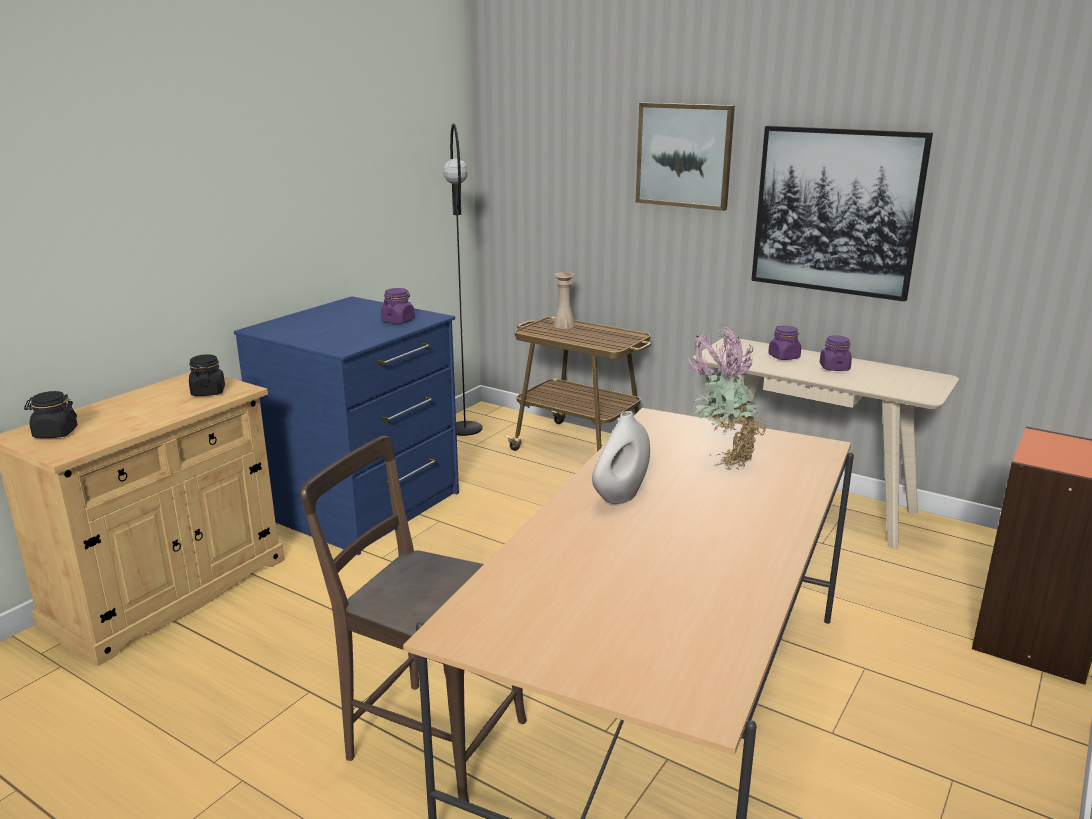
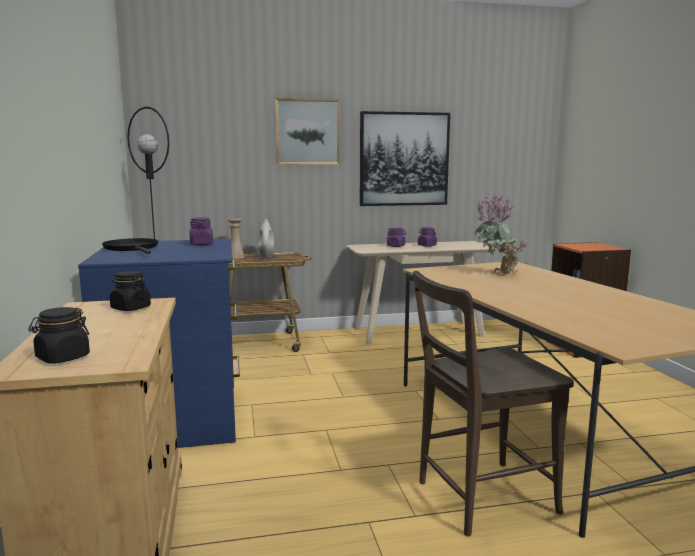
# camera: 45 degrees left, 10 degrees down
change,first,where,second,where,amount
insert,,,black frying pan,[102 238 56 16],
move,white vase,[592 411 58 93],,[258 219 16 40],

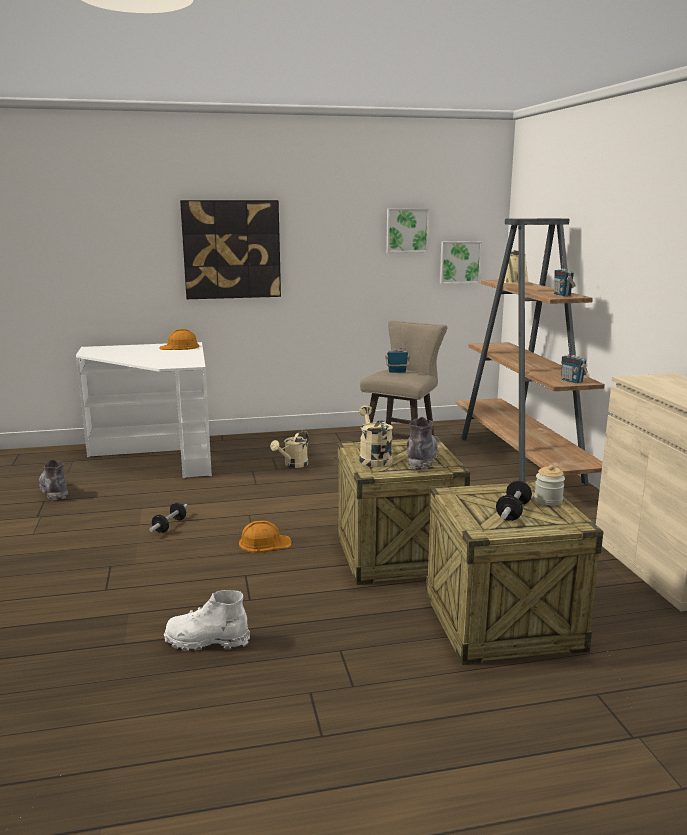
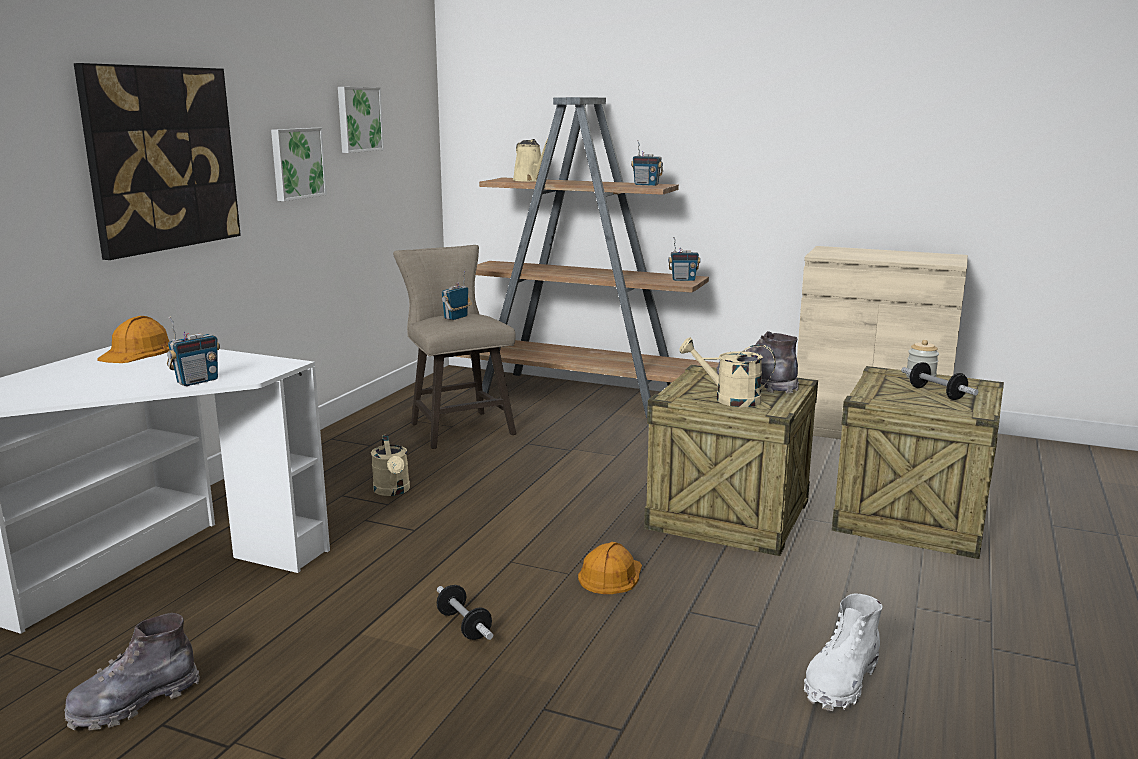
# camera: 55 degrees left, 0 degrees up
change,first,where,second,where,amount
insert,,,radio,[167 317 53 69],
move,picture,[440 241 42 43],,[271 128 56 73],
rotate,grey boot,[39 459 29 42],,[64 613 136 118],45 degrees counterclockwise

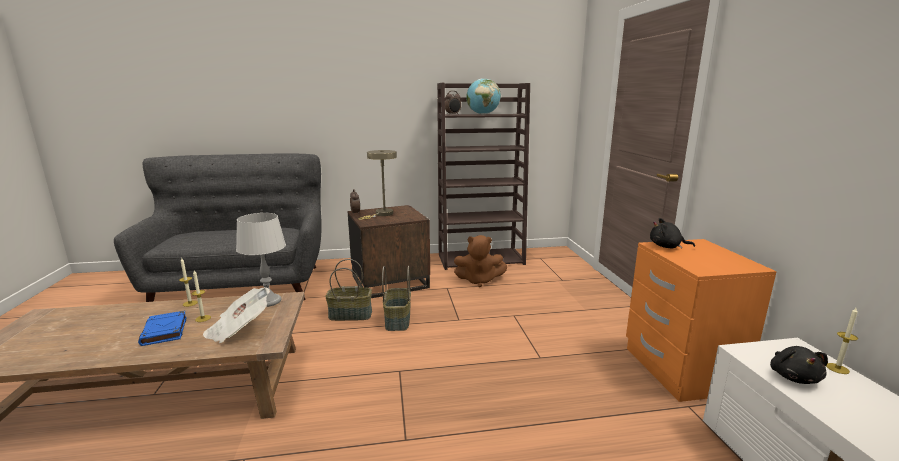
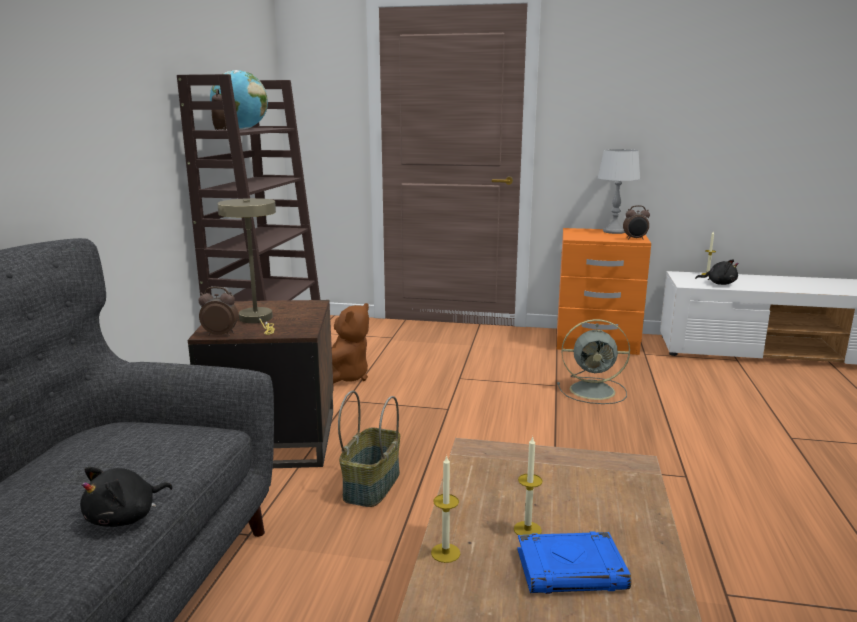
# camera: 70 degrees left, 0 degrees up
change,first,where,second,where,amount
delete,newspaper,[203 287 67 56],,,
delete,basket,[382 266 29 65],,,
insert,,,grey fan,[557 319 73 85],
insert,,,alarm clock,[623 205 27 35],
move,grey table lamp,[236 213 50 94],,[597 149 43 85],
move,black plush toy,[650 218 45 31],,[80 467 93 60],

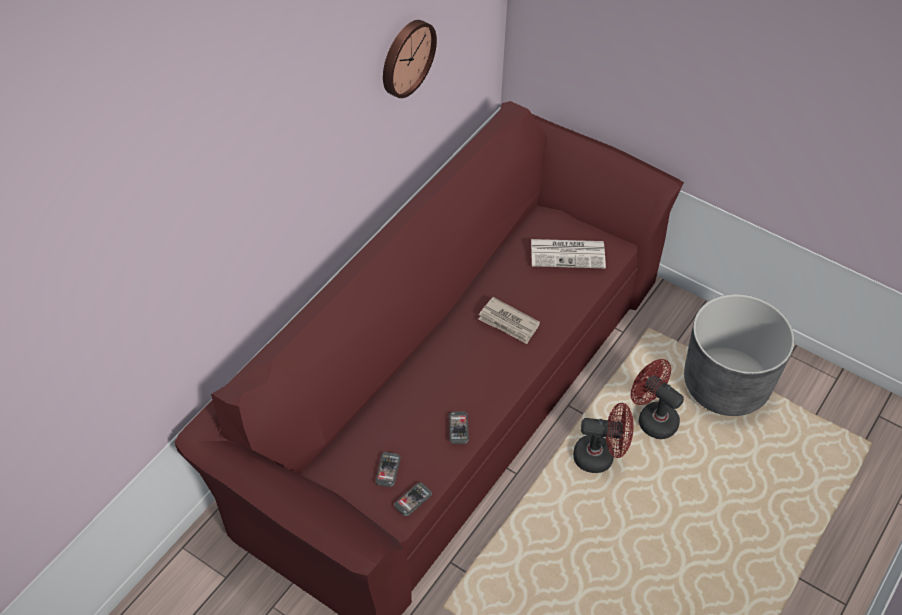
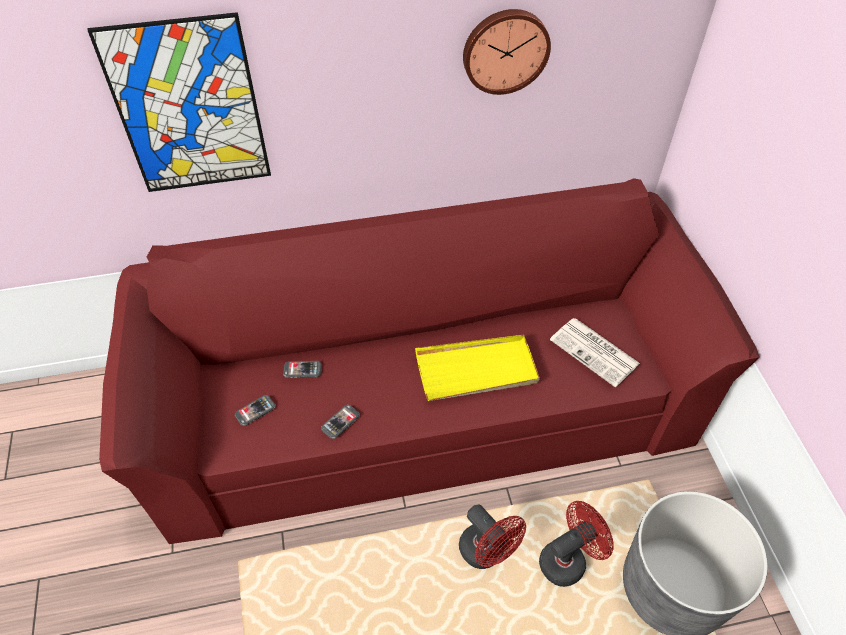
# camera: 45 degrees right, 0 degrees up
change,first,where,second,where,amount
insert,,,picture,[88 12 183 180],
move,phone,[394 483 38 33],,[283 361 39 17],
replace,newspaper,[478 297 62 47],yellow tray,[415 335 125 66],
rotate,red fan,[631 359 53 80],,[539 501 75 86],60 degrees clockwise

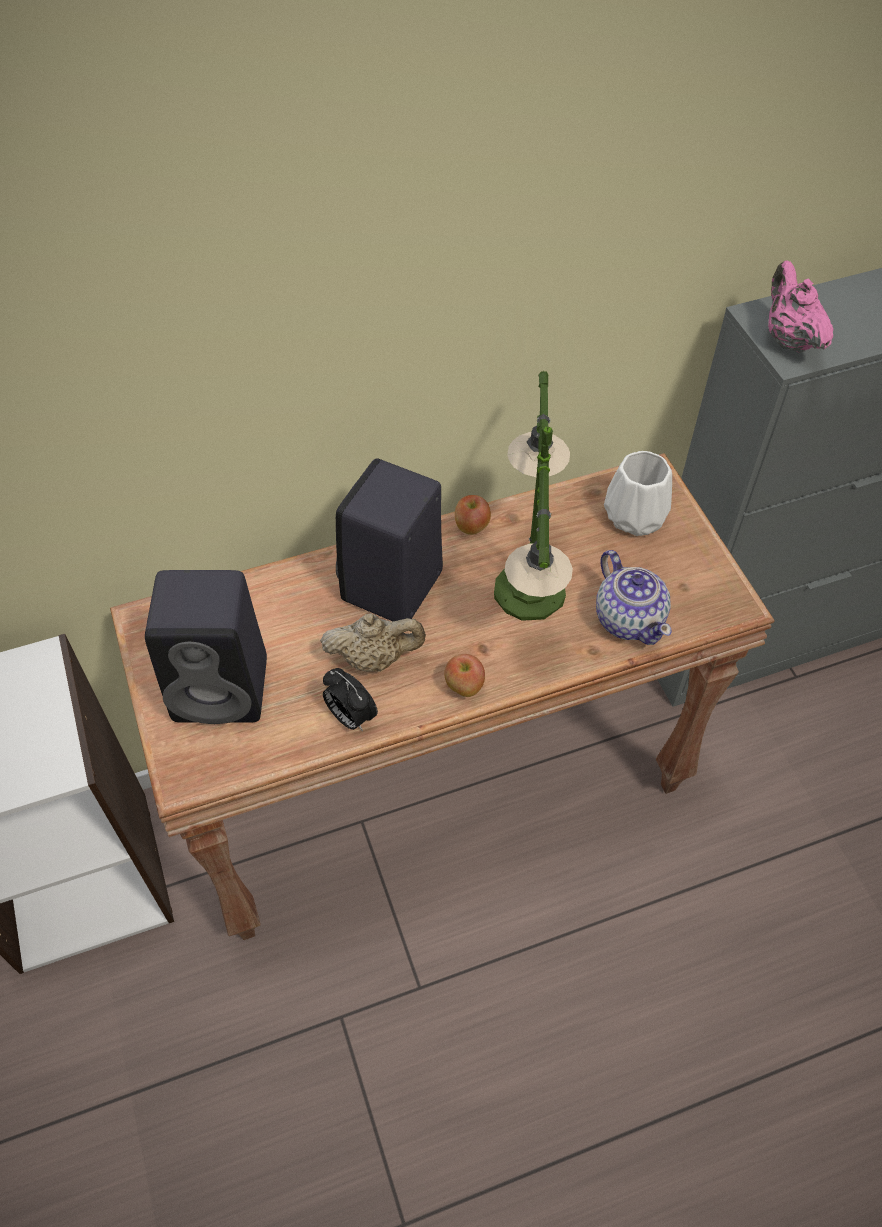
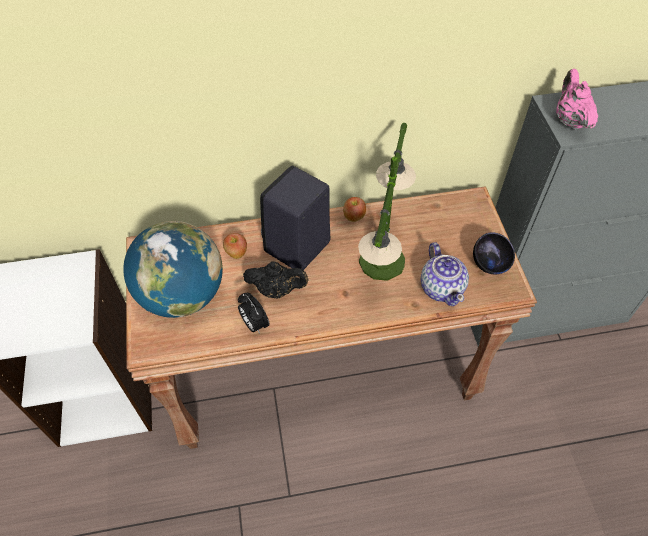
# camera: 10 degrees right, 0 degrees up
change,first,where,second,where,amount
delete,white vase,[604 451 68 85],,,
insert,,,black bowl,[473 232 42 42],
move,apple,[444 654 41 43],,[223 233 24 26],
replace,black speaker,[145 570 122 154],globe,[123 221 100 97],
recolor,beige teapot,[320 613 106 59],black teapot,[243 261 66 38],

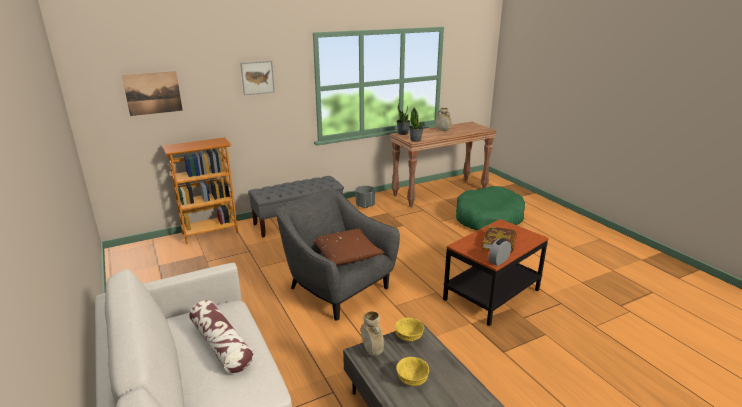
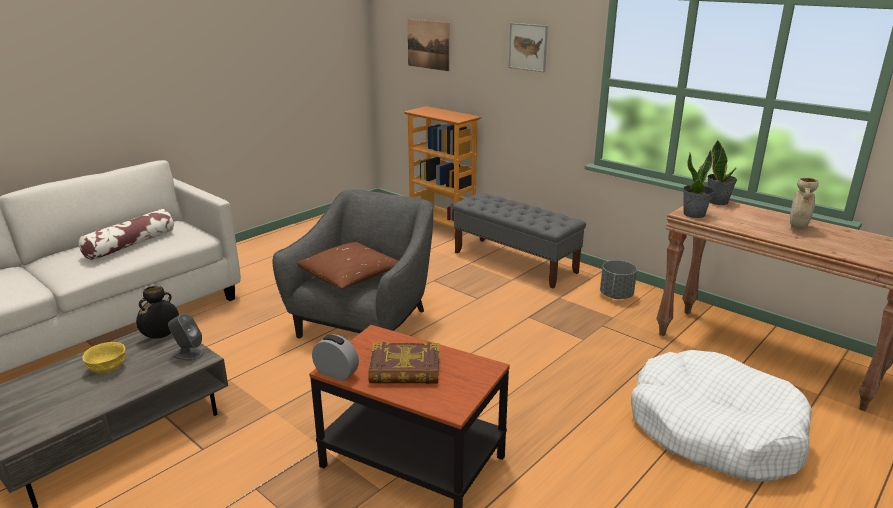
# camera: 70 degrees right, 0 degrees up
change,first,where,second,where,amount
replace,yellow bowl,[395 318 29 24],grey speaker,[168 313 36 48],
recolor,beige vase,[361 311 23 45],black vase,[136 286 43 53],
recolor,green dog bed,[456 186 69 44],white dog bed,[631 350 181 133],

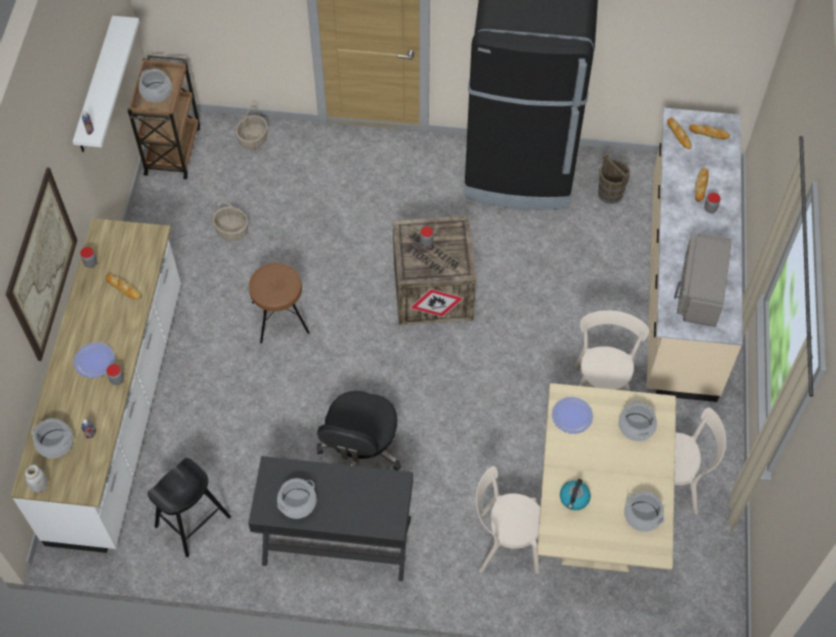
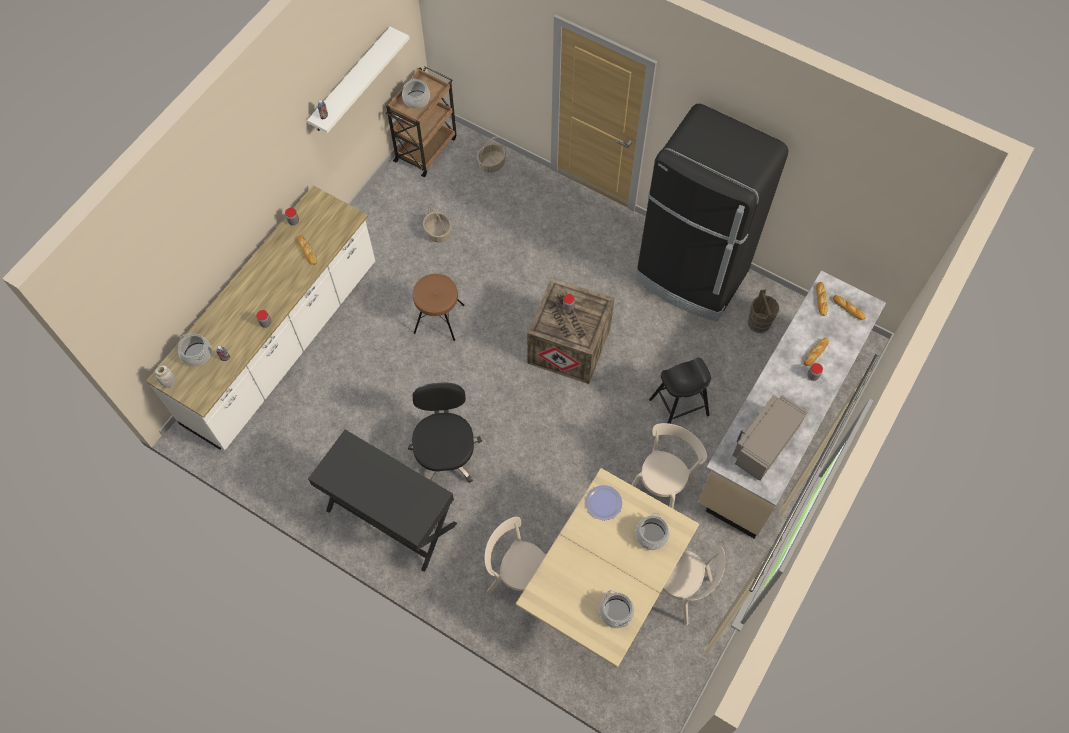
# camera: 25 degrees right, 5 degrees up
change,first,where,second,where,amount
delete,picture,[6 167 72 194],,,
delete,plate,[74 342 41 36],,,
delete,cooking pot,[277 478 39 41],,,
delete,kettle,[560 479 31 31],,,
move,black stool,[147 458 84 99],,[649 358 62 66],
rotate,black office chair,[317 391 84 80],,[408 383 74 100],135 degrees clockwise

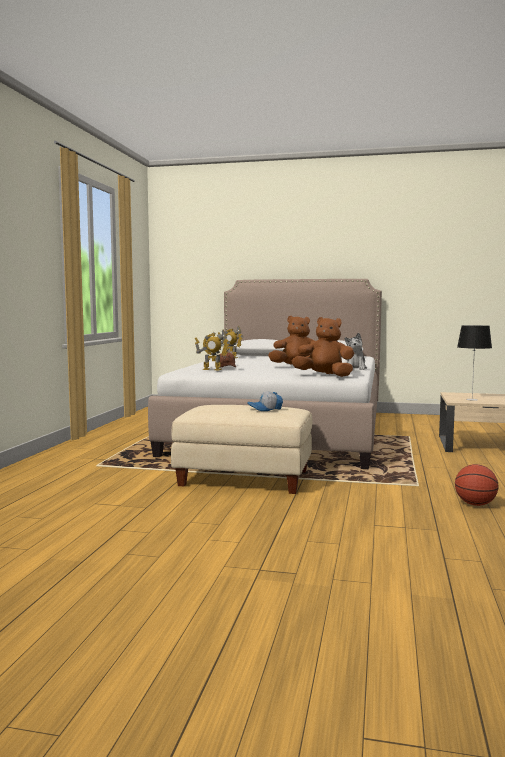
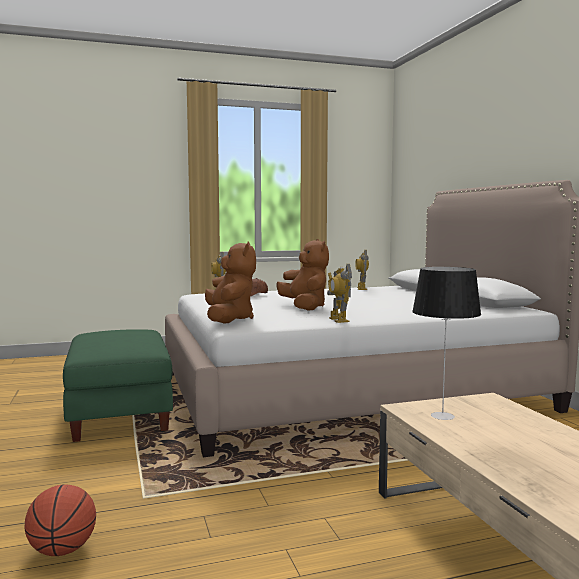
# camera: 60 degrees right, 0 degrees up
change,first,where,second,where,amount
delete,cap,[247 391 36 20],,,
replace,plush toy,[345 333 22 37],toy robot,[327 264 25 59],
recolor,beige ottoman,[171 405 141 89],green ottoman,[63 329 110 113],

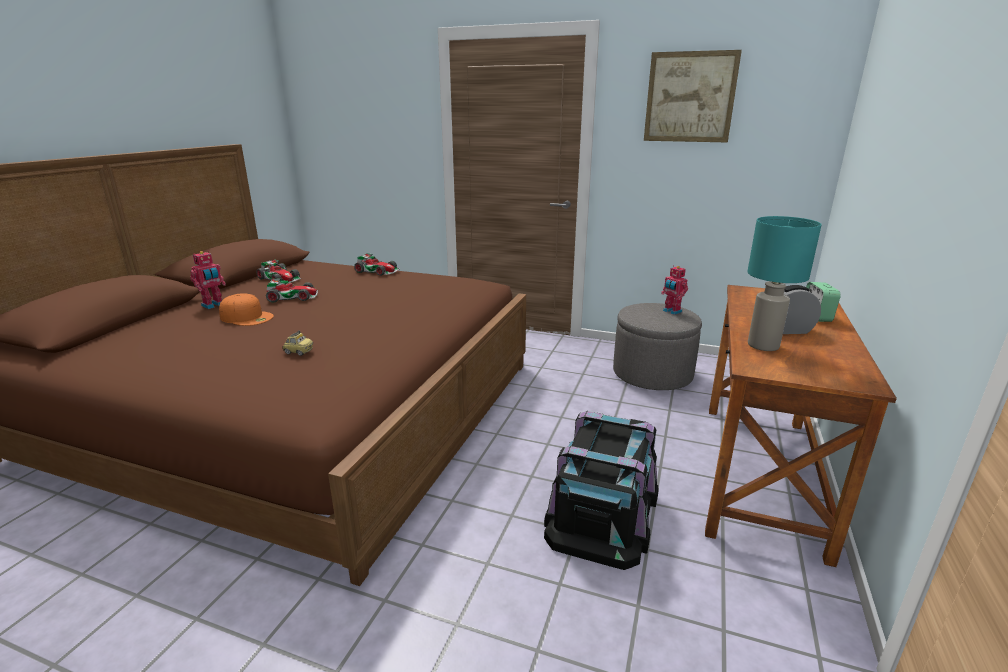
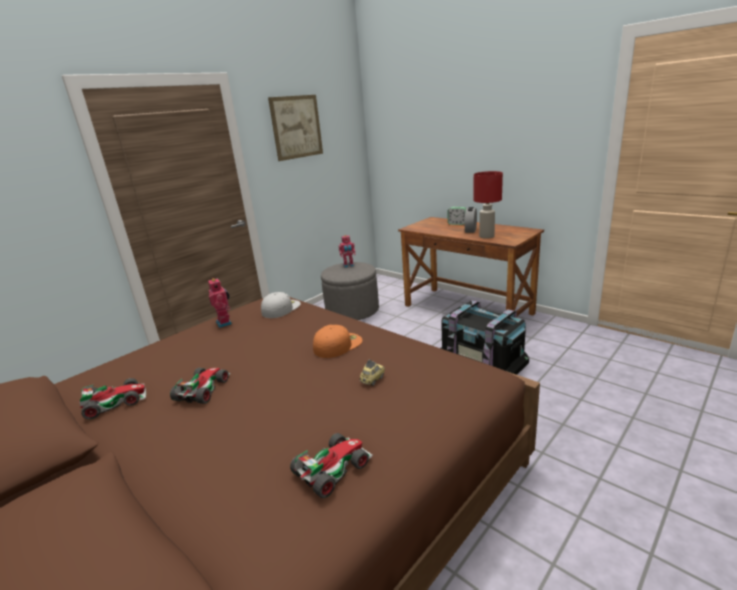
# camera: 65 degrees left, 0 degrees up
change,first,where,second,where,amount
insert,,,white cap,[261 292 40 26],
move,toy robot,[190 251 36 58],,[208 278 24 50],
move,orange cap,[219 293 55 33],,[313 324 50 34],
move,toy car,[354 253 45 23],,[290 433 83 65],
recolor,turquoise table lamp,[747 216 75 135],red table lamp,[473 171 30 68],

